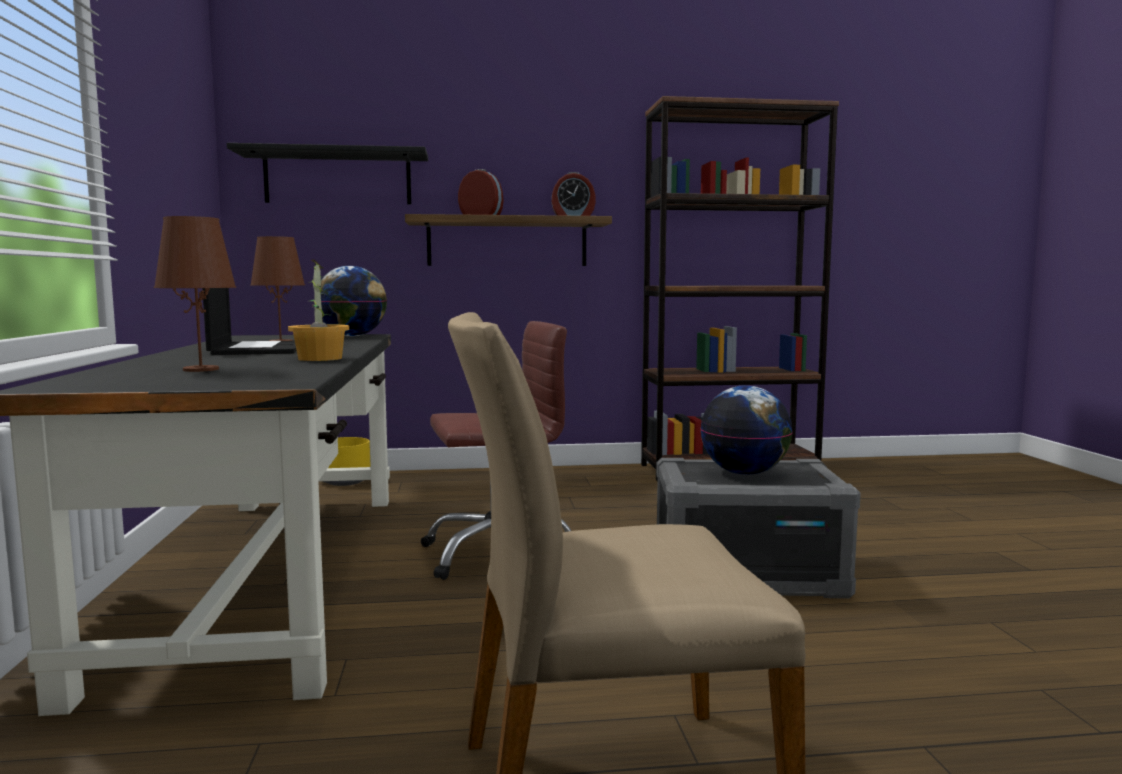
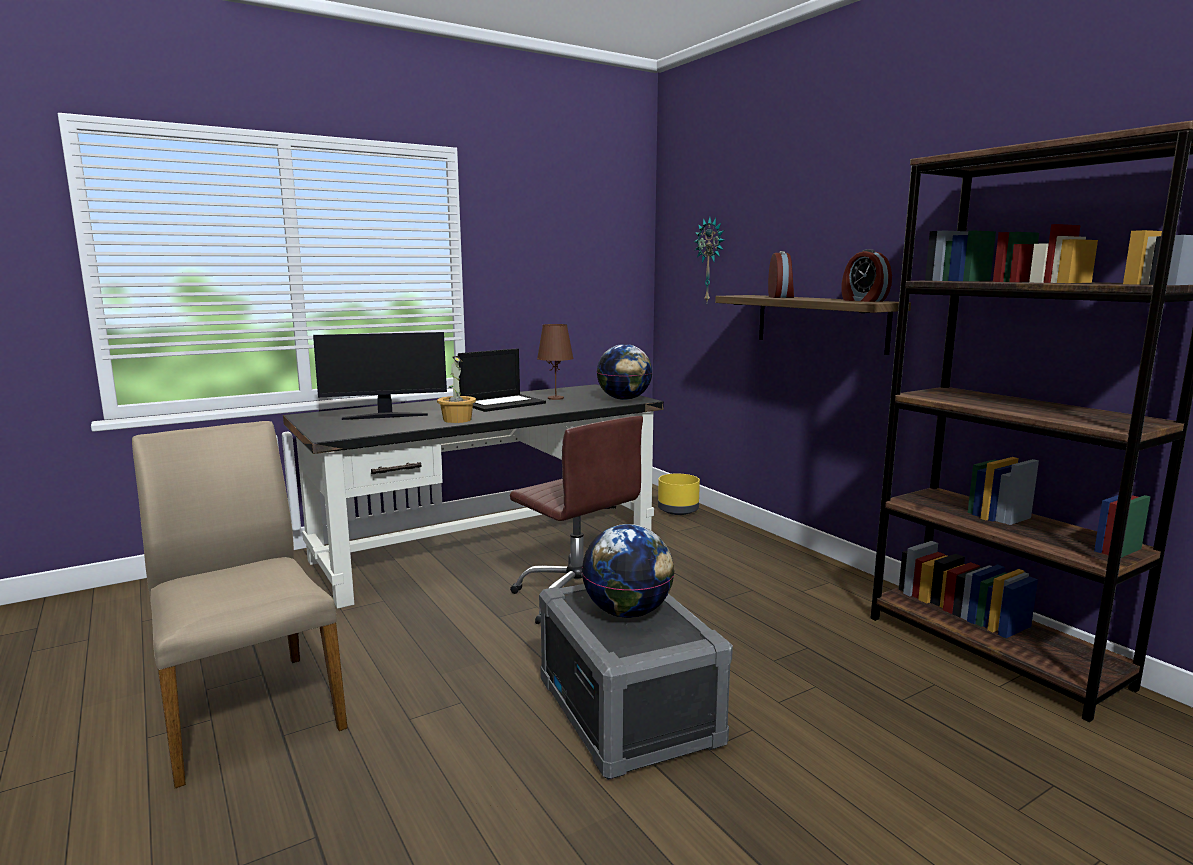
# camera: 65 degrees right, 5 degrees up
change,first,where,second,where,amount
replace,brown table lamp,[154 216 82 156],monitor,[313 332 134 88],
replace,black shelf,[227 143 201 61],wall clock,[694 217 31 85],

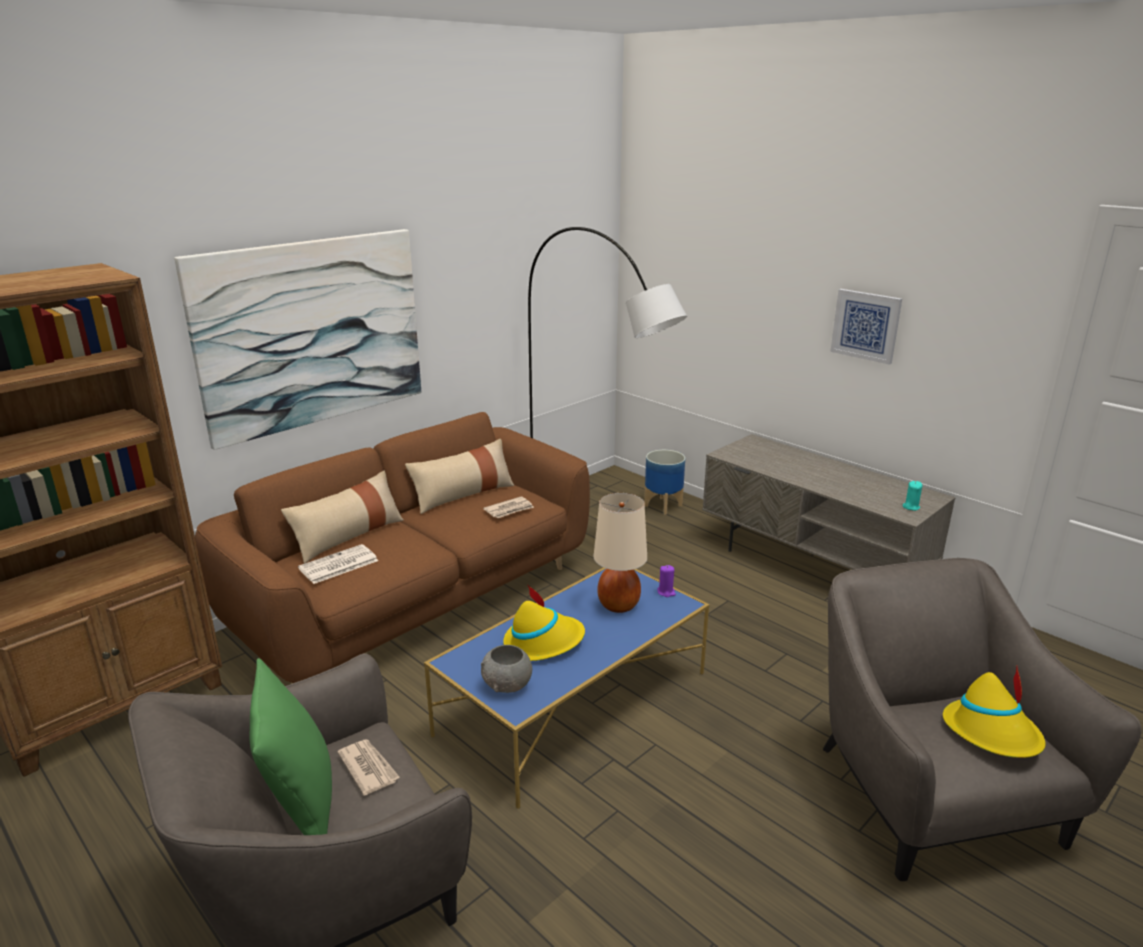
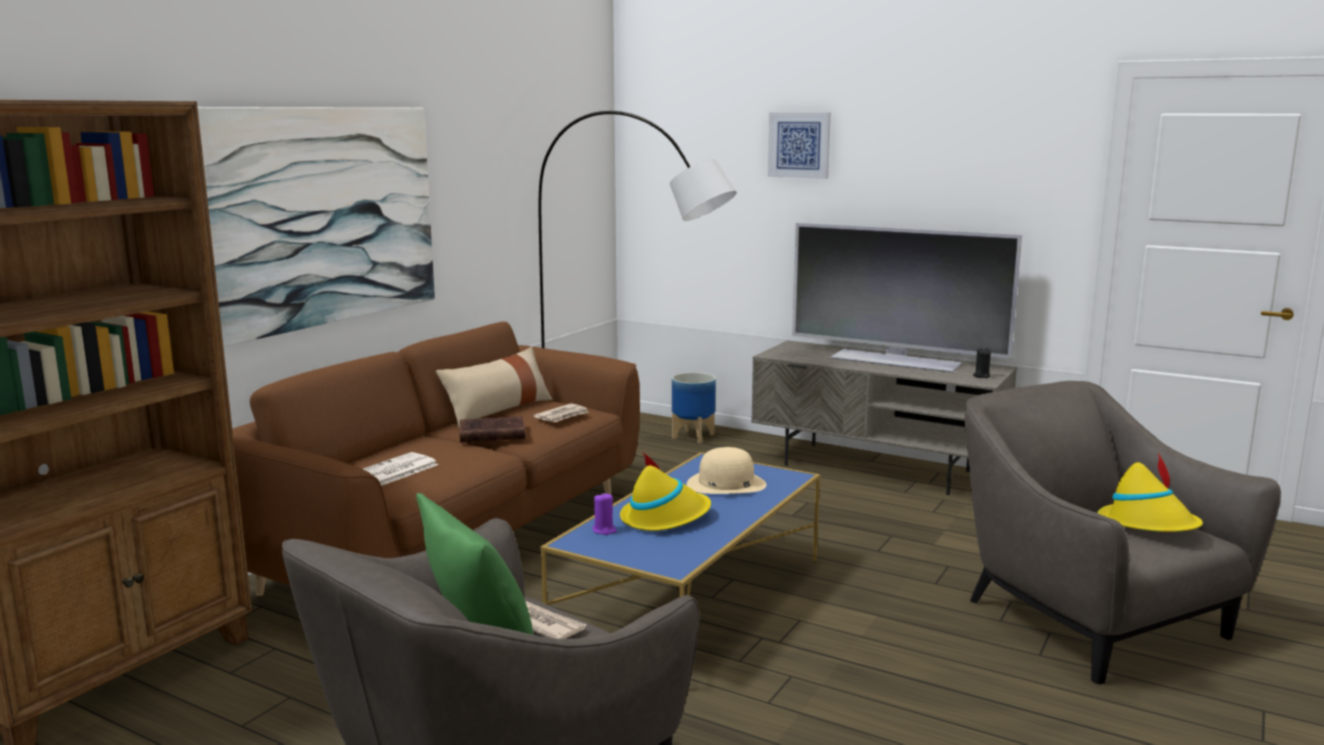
# camera: 15 degrees left, 10 degrees down
change,first,where,second,where,amount
delete,beige pillow,[281 471 123 93],,,
delete,grey bowl,[481 645 51 48],,,
insert,,,brown book,[460 416 66 27],
insert,,,television,[792 223 230 150],
move,purple candle,[657 565 19 32],,[592 492 25 43],
move,picture,[830 289 72 76],,[768 112 63 67],
replace,beige table lamp,[593 493 54 120],beige hat,[687 447 79 47],
recolor,turquoise candle,[903 481 19 30],black candle,[973 348 18 30],

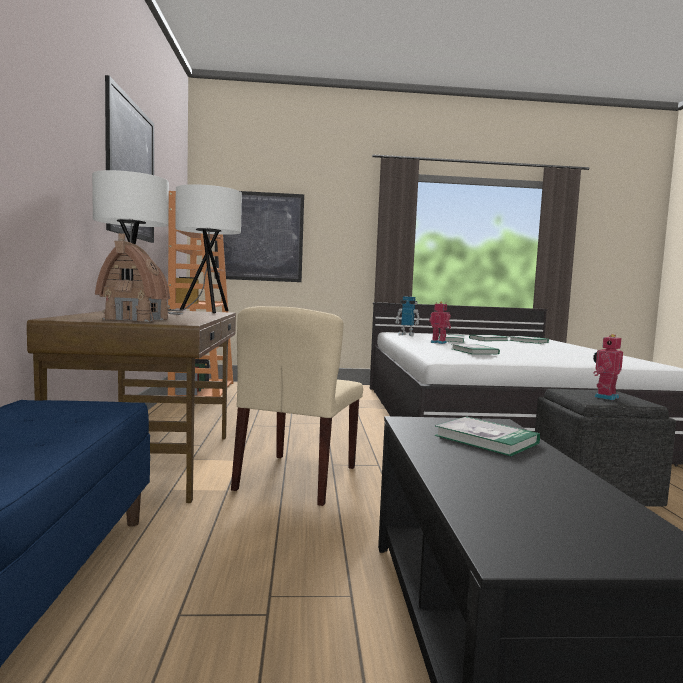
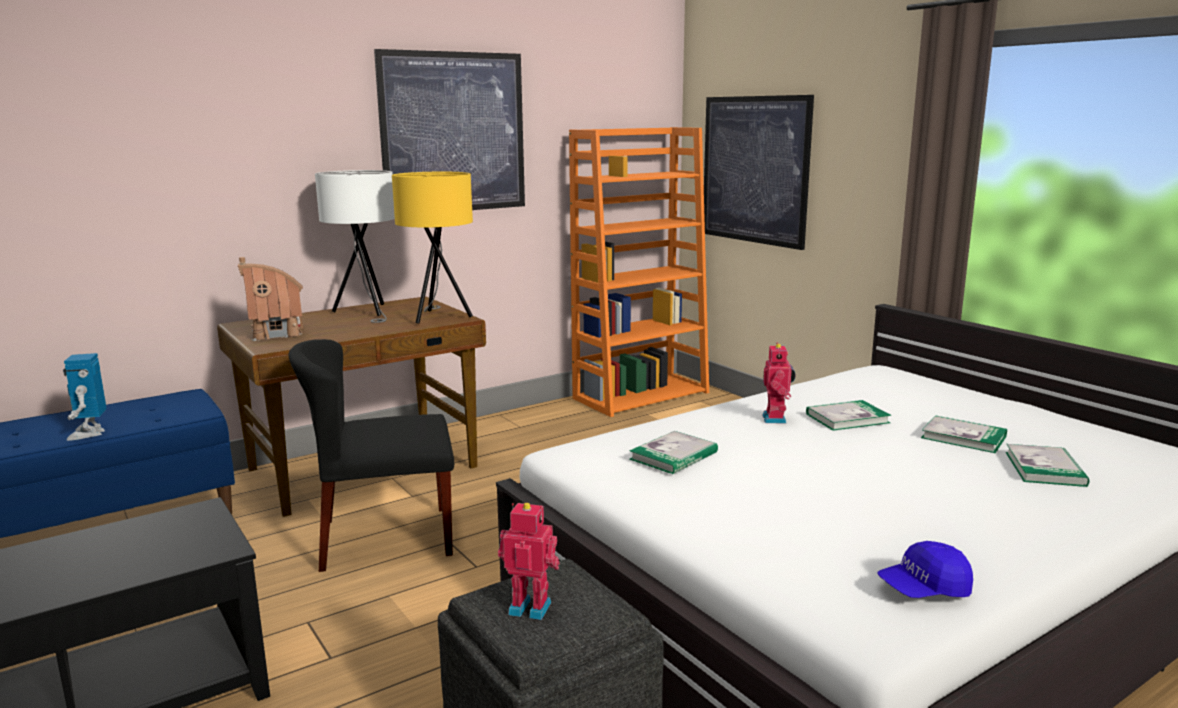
# camera: 60 degrees right, 10 degrees up
change,first,where,second,where,amount
delete,book,[434 416 106 40],,,
insert,,,blue cap,[877 541 96 57],
move,toy robot,[395 297 25 39],,[63 353 43 88],
recolor,white table lamp,[168 184 74 129],yellow table lamp,[392 172 81 152],
recolor,beige chair,[231 306 132 200],black chair,[289 339 165 233],

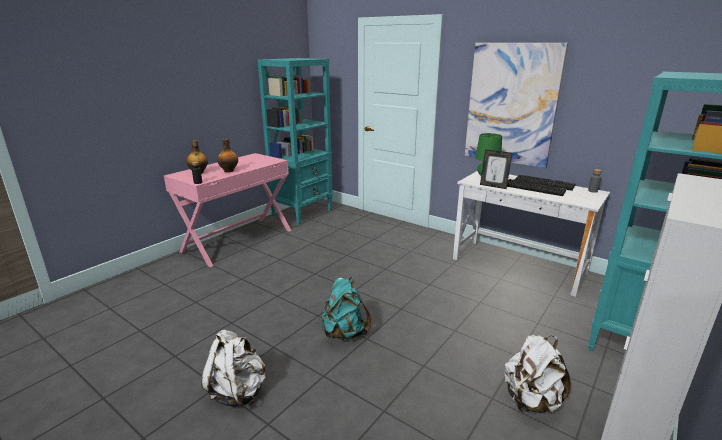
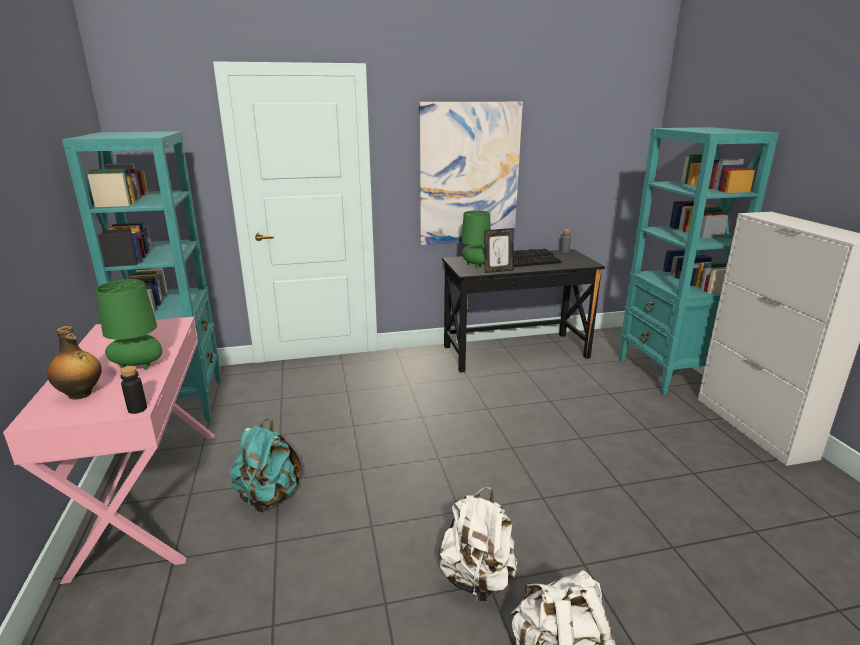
# camera: 50 degrees left, 0 degrees up
change,first,where,second,where,amount
move,turquoise backpack,[321 277 50 63],,[229 419 73 93],
move,white backpack,[504 335 67 78],,[439 487 78 114],
replace,bottle,[217 139 21 33],green table lamp,[96 279 66 91],
recolor,white desk,[453 171 157 126],black desk,[442 249 163 124],

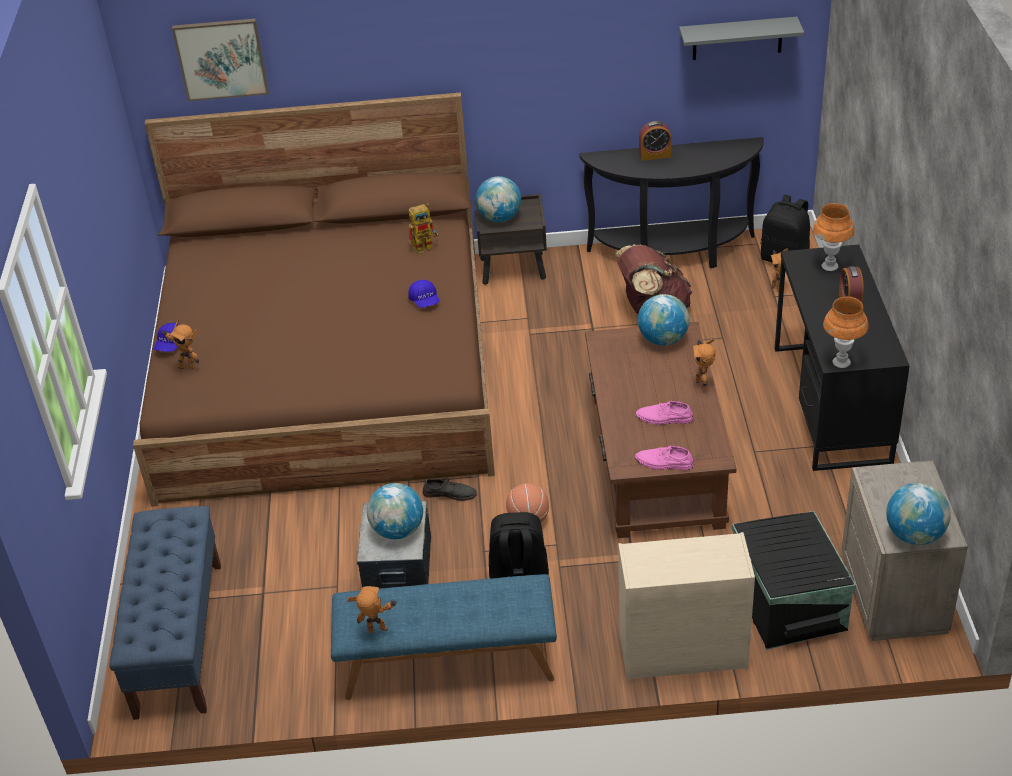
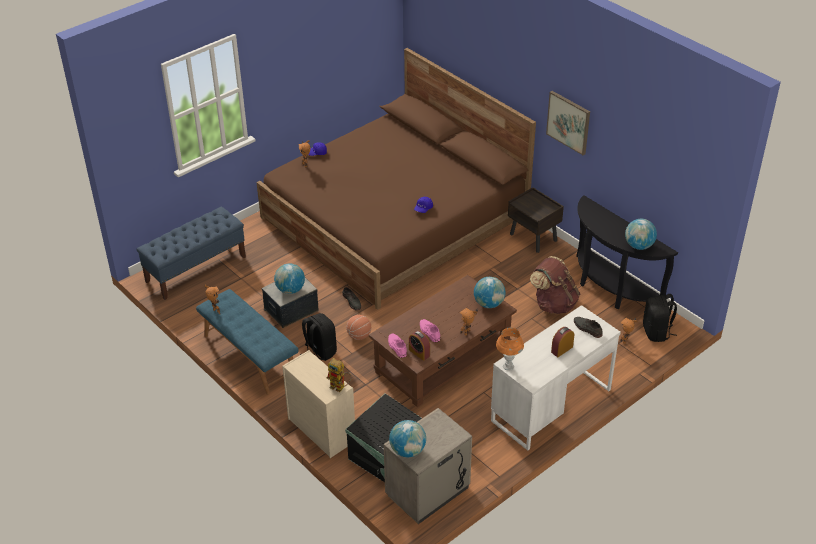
# camera: 50 degrees right, 0 degrees up
change,first,where,second,where,amount
delete,grey shelf,[679 17 125 43],,,
move,picture,[172 19 97 82],,[546 91 44 64],
move,toy robot,[409 203 30 51],,[326 358 26 34],
move,globe,[476 176 45 46],,[625 219 32 31],
move,alarm clock,[639 121 33 40],,[409 331 21 30],
replace,orange table lamp,[813 203 42 68],grey shoe,[574 317 29 21],
recolor,black desk,[775 244 134 227],white desk,[491 305 130 145],

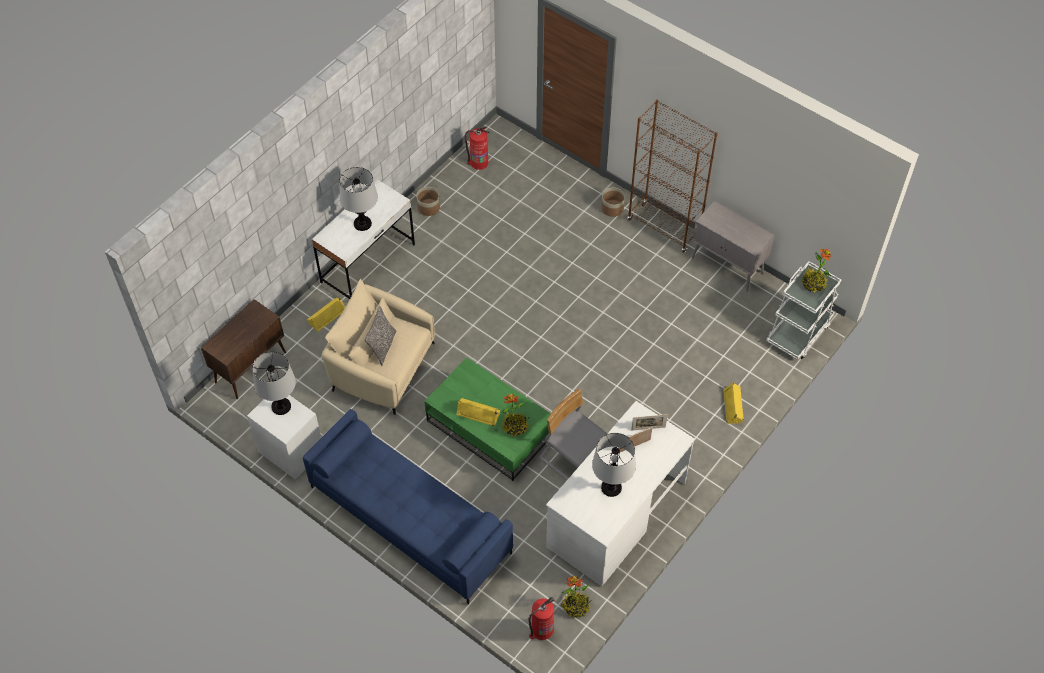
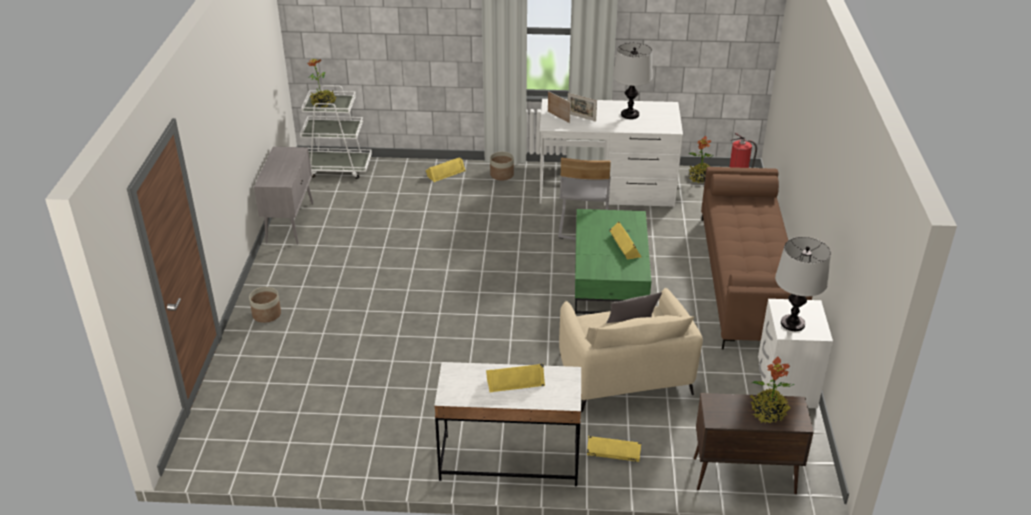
# camera: 125 degrees left, 20 degrees down
change,first,where,second,where,amount
delete,fire extinguisher,[465 126 25 44],,,
delete,brown bookcase,[628 100 90 153],,,
move,planter,[416 187 24 29],,[490 152 24 28],
move,potted plant,[501 394 28 43],,[750 357 45 67],
replace,table lamp,[339 167 39 64],yellow speaker,[486 364 59 28],
recolor,blue sofa,[303 409 210 195],brown sofa,[701 167 111 183],

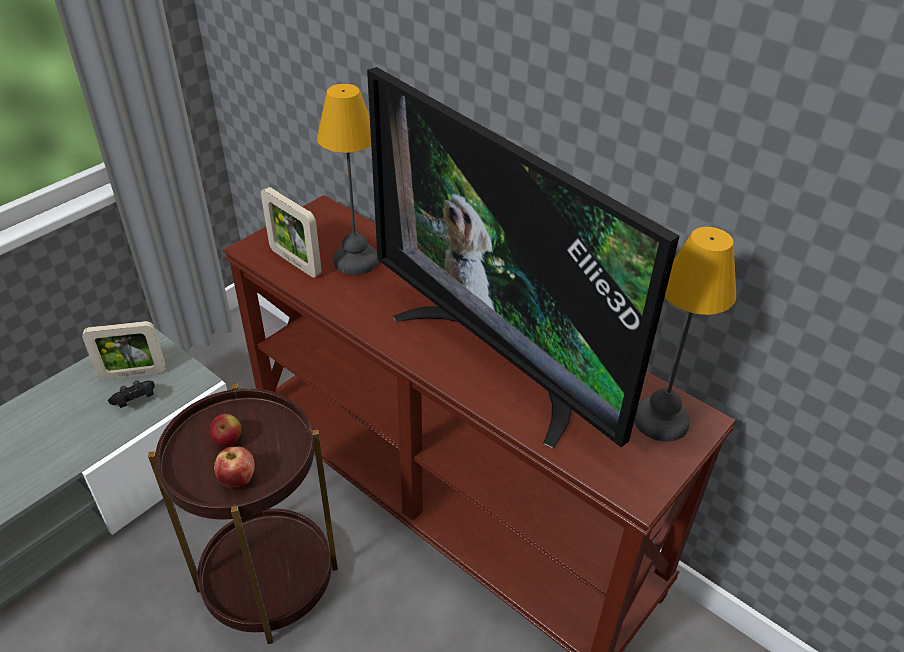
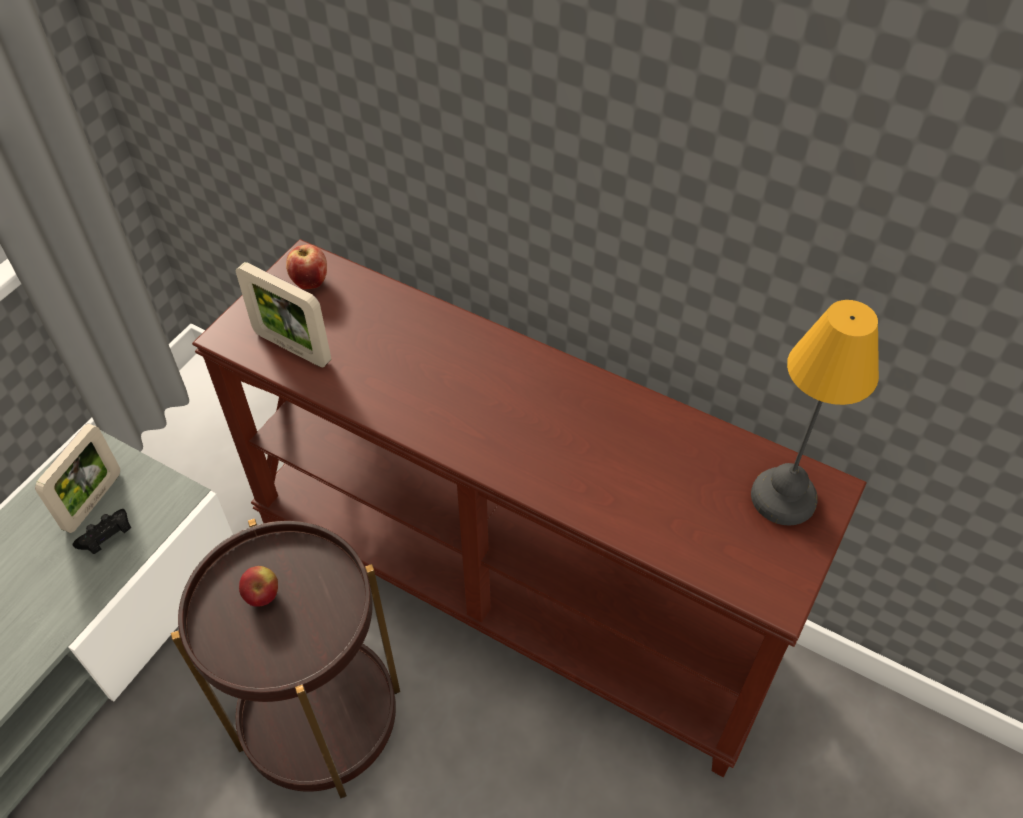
# camera: 10 degrees left, 10 degrees up
change,first,where,second,where,amount
delete,table lamp,[317 84 62 191],,,
delete,television,[367 67 312 381],,,
move,apple,[214 447 41 42],,[286 244 41 45],
rotate,picture frame,[82 321 83 59],,[35 424 85 109],45 degrees counterclockwise

